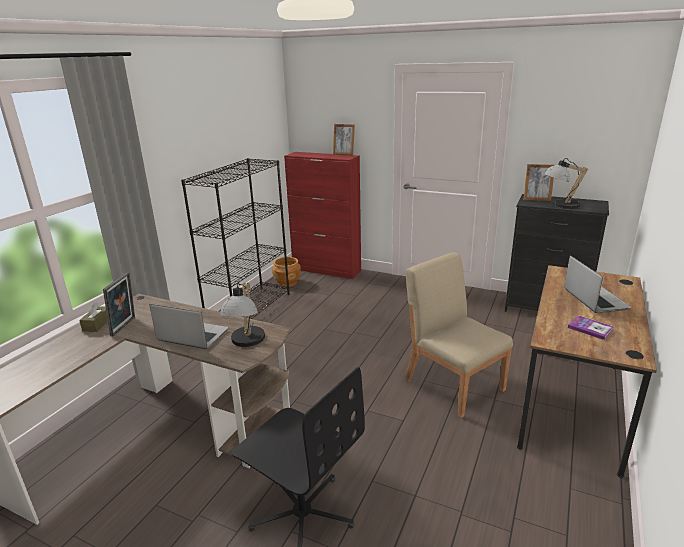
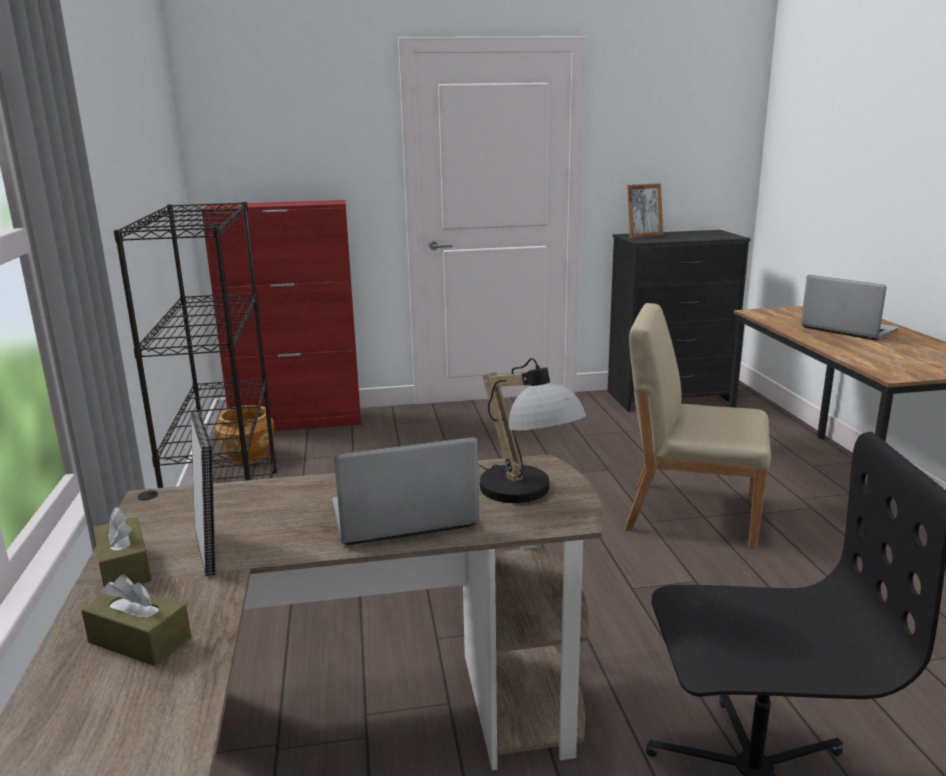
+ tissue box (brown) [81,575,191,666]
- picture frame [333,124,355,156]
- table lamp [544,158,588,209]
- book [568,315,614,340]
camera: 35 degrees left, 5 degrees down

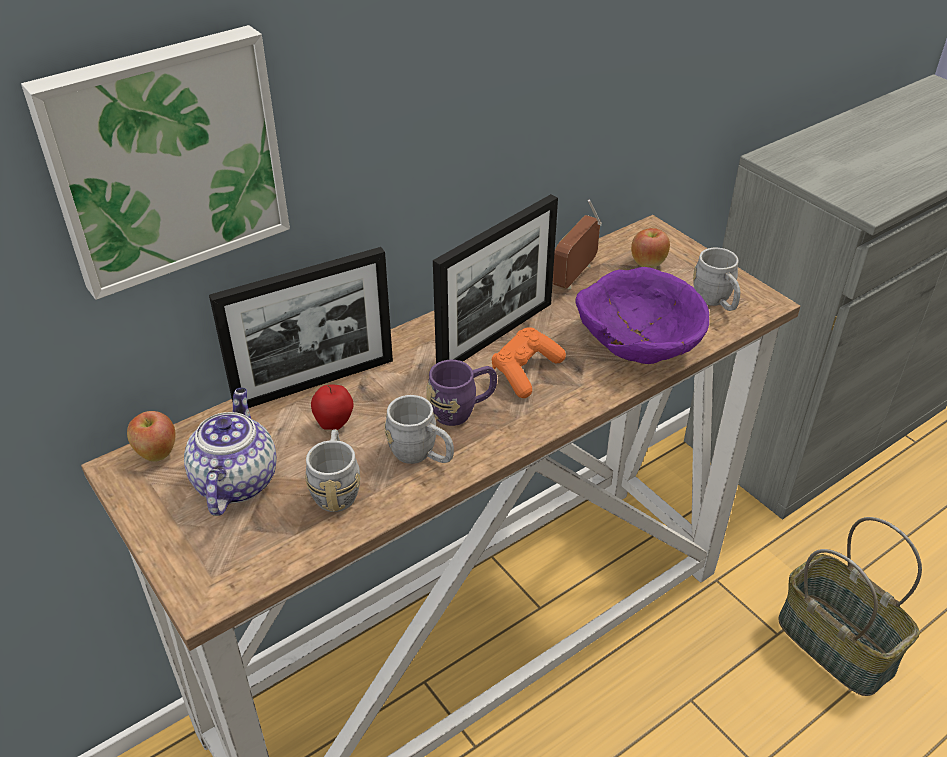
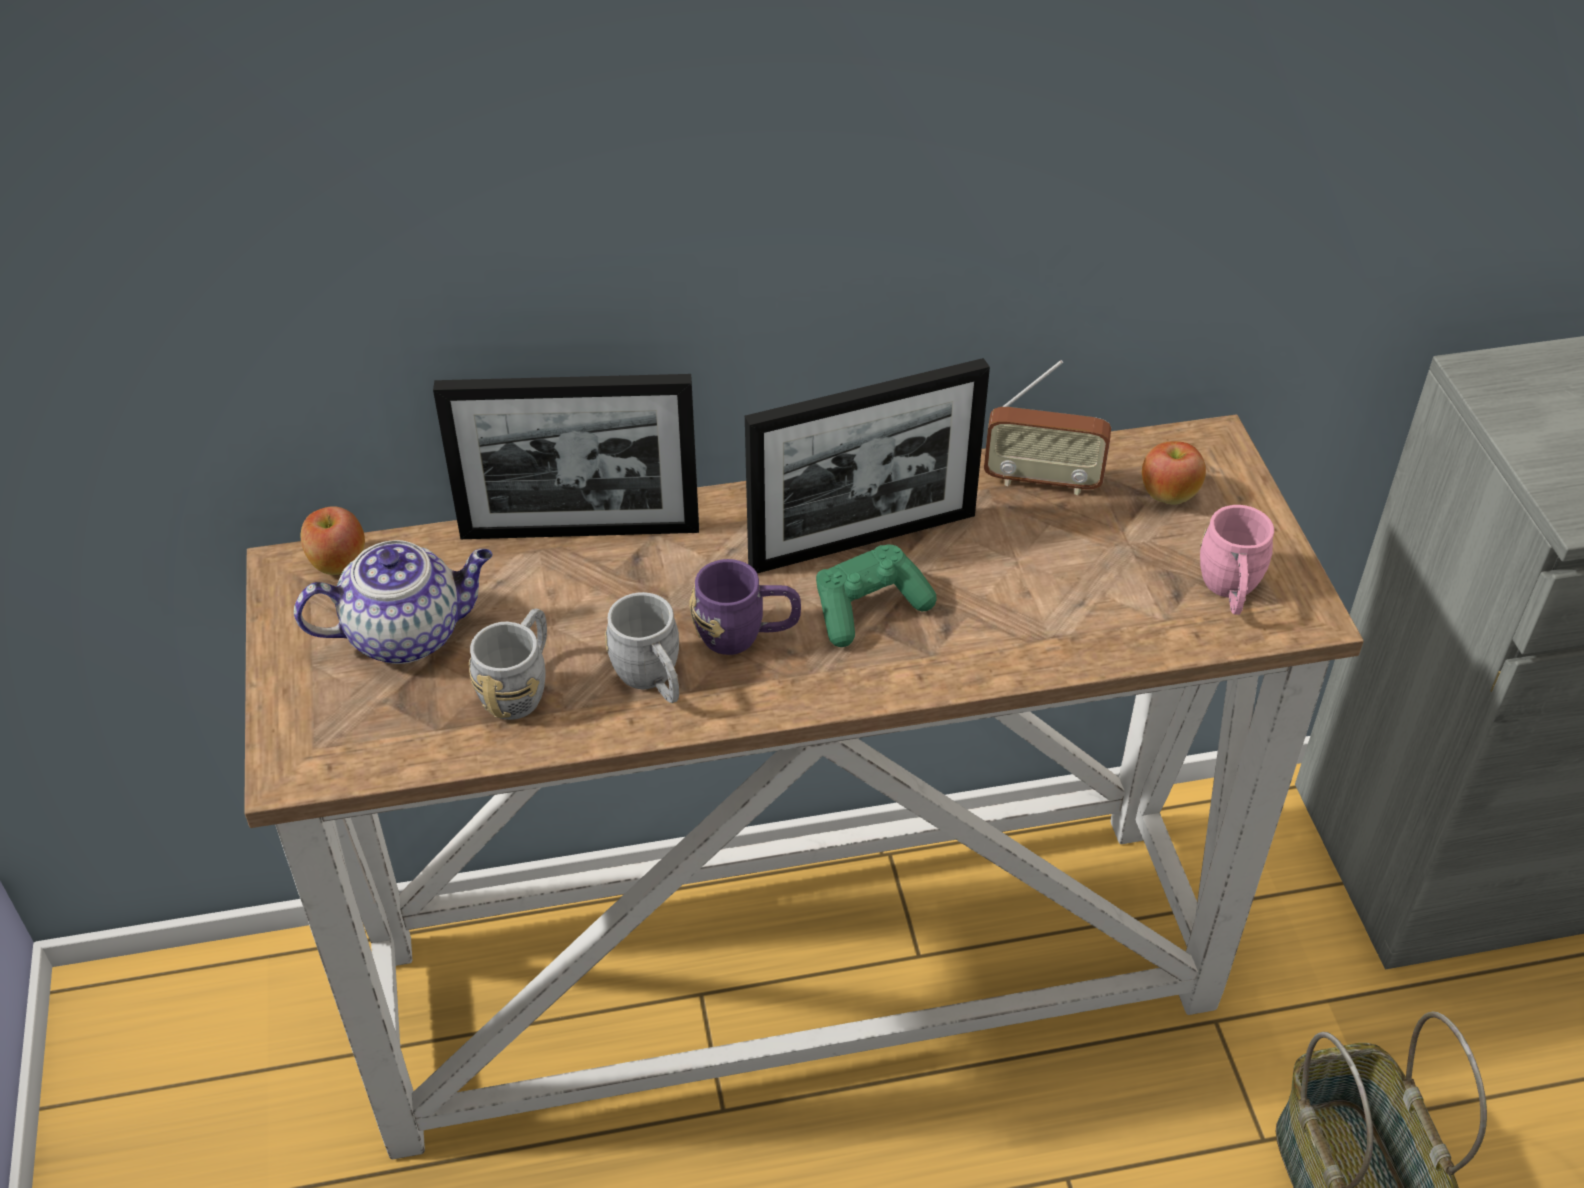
~ teapot [184,388,277,516] = [294,540,493,664] 45 degrees clockwise
~ game controller (orange) [492,327,566,398] to game controller (green) [816,545,937,647]
~ radio [553,199,602,289] = [984,360,1111,496] 135 degrees counterclockwise
~ mug (grey) [693,248,740,311] to mug (pink) [1200,505,1274,615]
- picture [21,25,290,300]
- apple [311,385,353,430]
- bowl (purple) [576,267,709,364]
camera: 25 degrees right, 5 degrees up

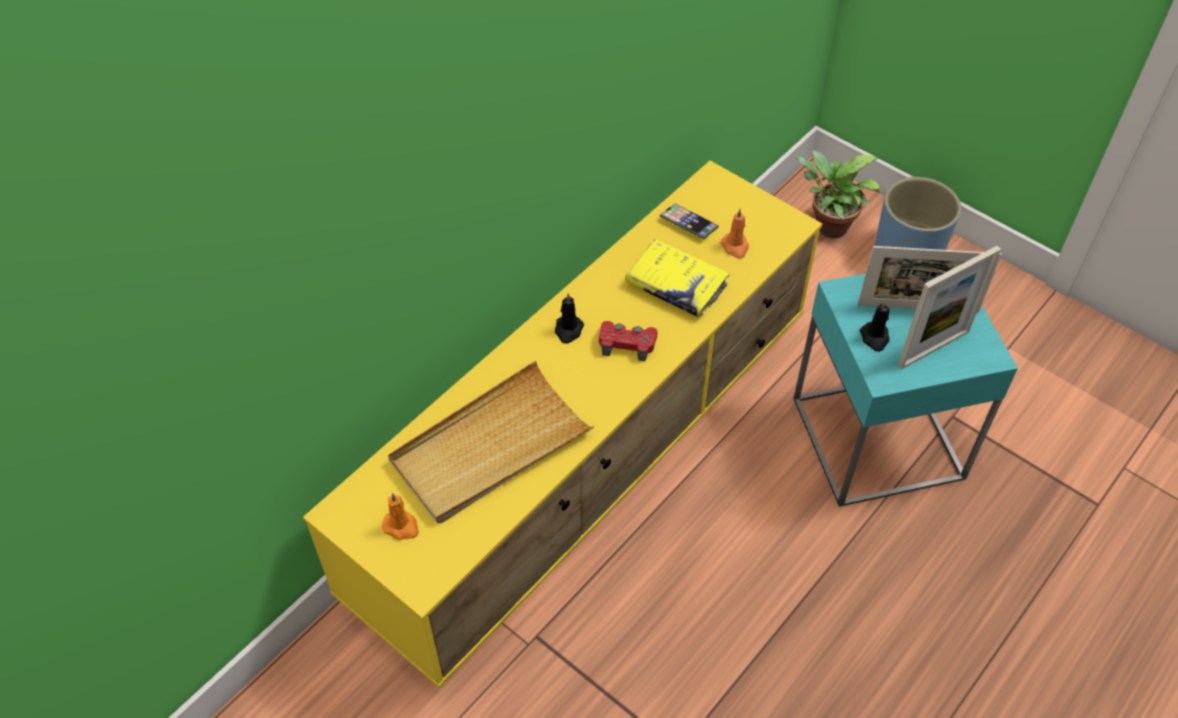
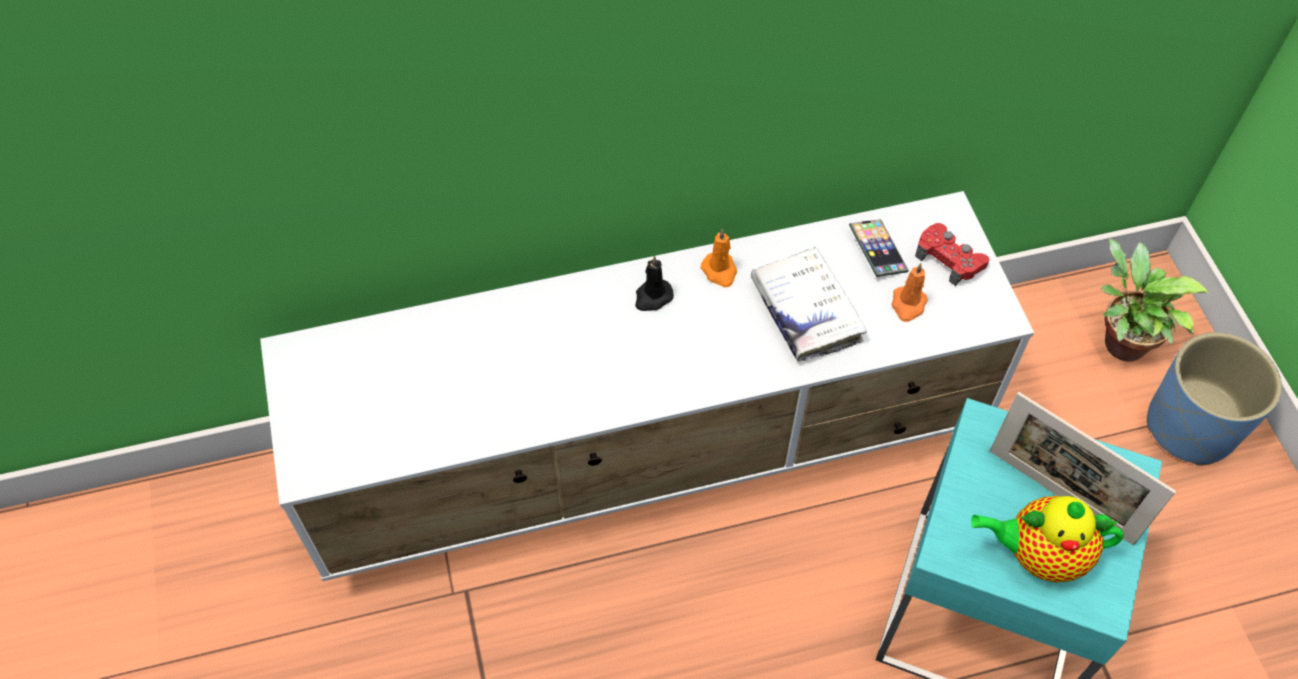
~ tv stand (yellow) [303,161,822,688] to tv stand (white) [260,191,1034,581]
~ candle (orange) [382,493,419,540] to [700,229,737,287]
~ book (yellow) [625,239,730,318] to book (white) [751,247,867,361]
~ game controller (red) [599,321,658,361] to [915,223,990,286]
~ picture frame [898,246,1001,369] to teapot [971,496,1124,583]
- tray (beige) [388,361,595,524]
- candle (black) [860,300,890,352]
camera: 35 degrees right, 5 degrees up

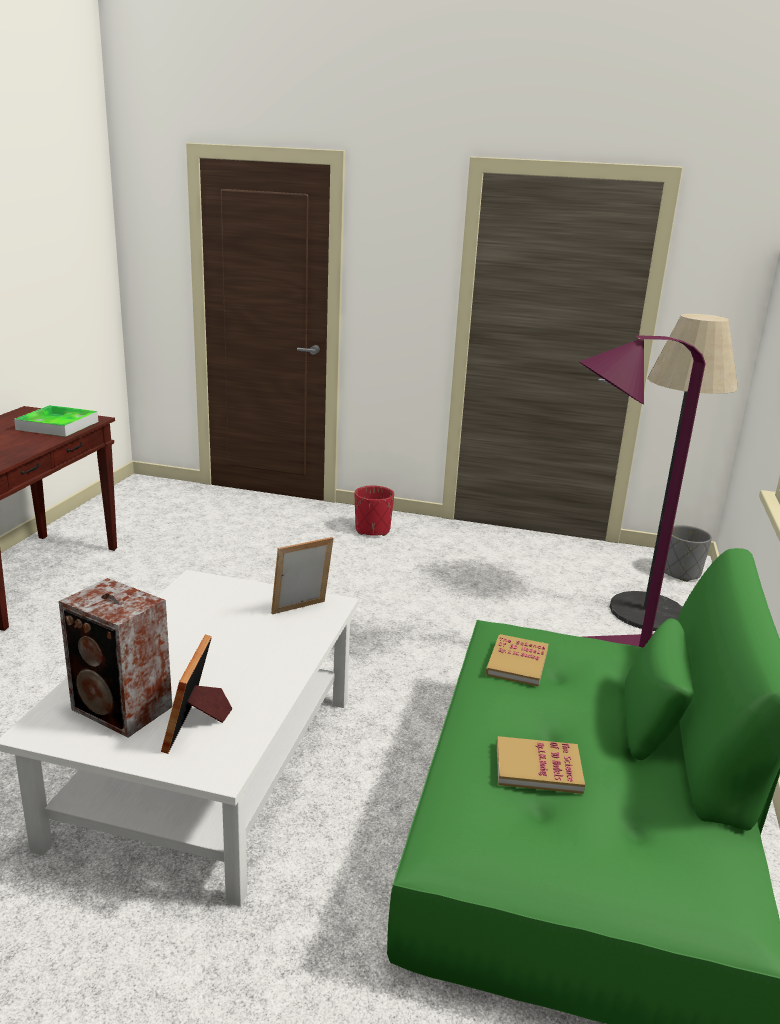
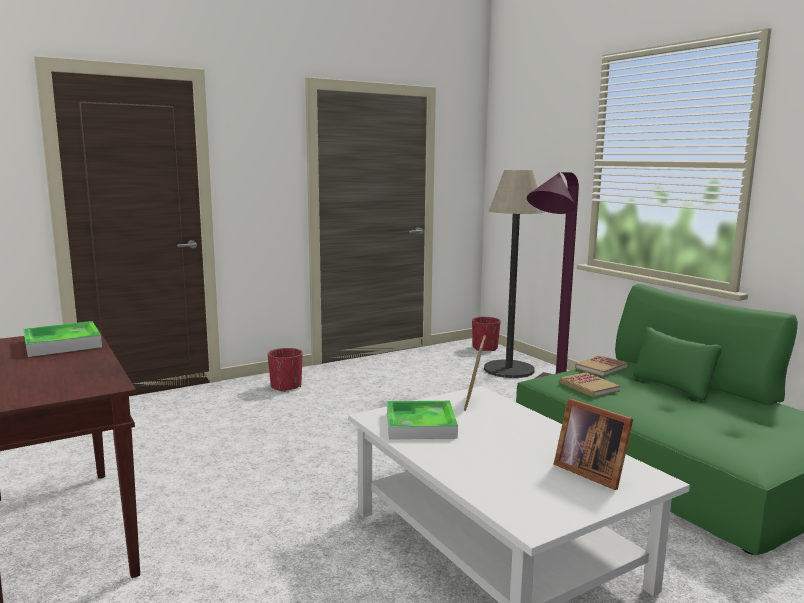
+ tray [387,401,458,439]
~ planter (grey) [664,525,712,582] to planter (red) [472,317,501,351]
~ book [497,736,585,794] to [575,356,627,377]
- speaker [59,578,172,737]
camera: 45 degrees left, 10 degrees down

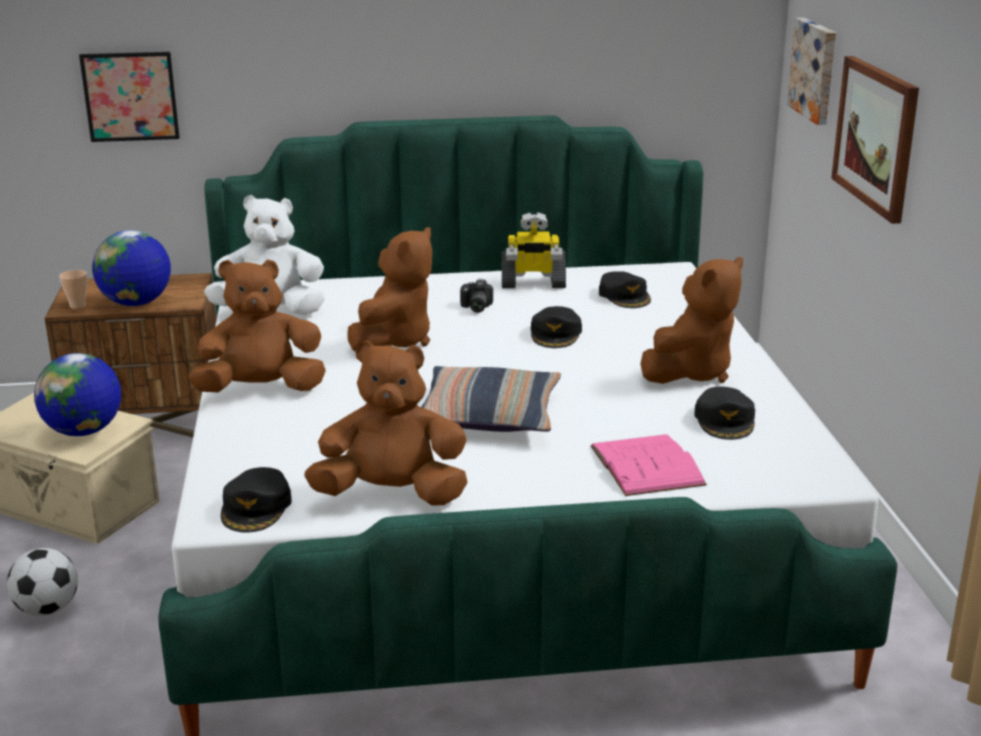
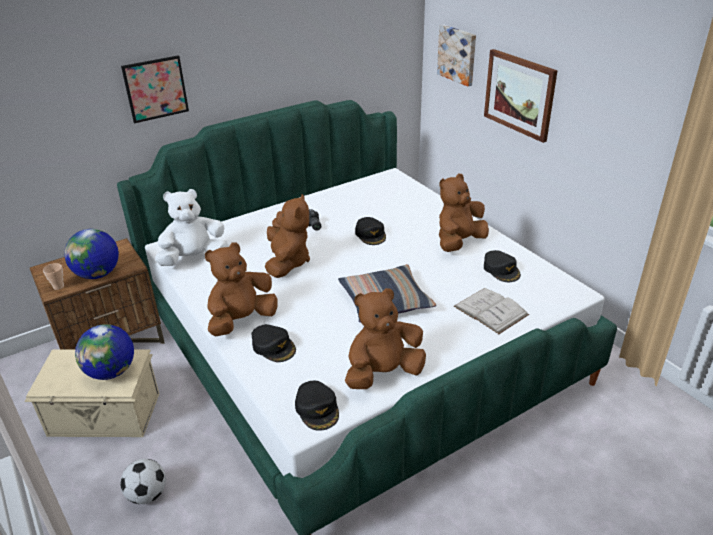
~ picture [79,52,180,142] to [121,55,189,123]
~ cap (black) [599,271,651,308] to [252,324,296,362]
~ plush toy (brown) [640,257,743,384] = [439,174,489,252] 150 degrees counterclockwise
~ book (pink) [590,434,707,496] to book (white) [454,288,529,334]
- toy robot [502,212,566,288]
camera: 25 degrees left, 10 degrees up

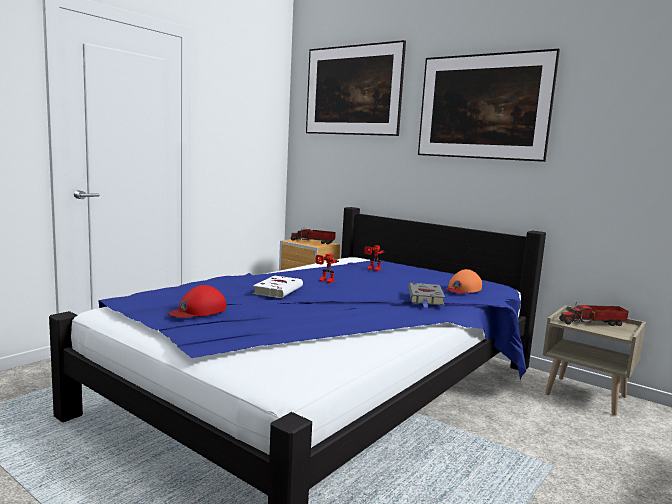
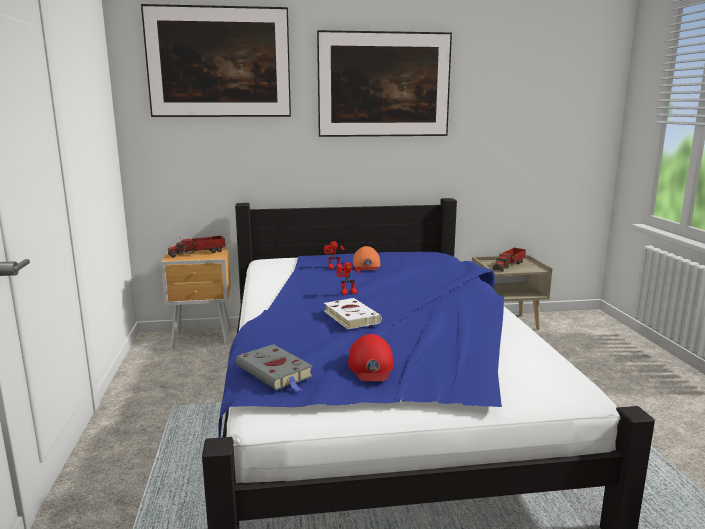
~ book (grey) [408,283,445,307] to [236,344,313,392]
~ cap (orange) [445,269,482,294] to [353,246,380,270]
camera: 45 degrees left, 5 degrees up

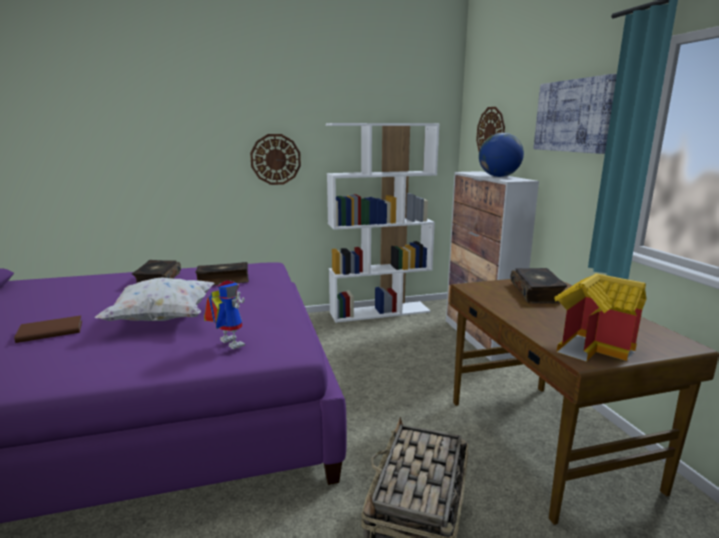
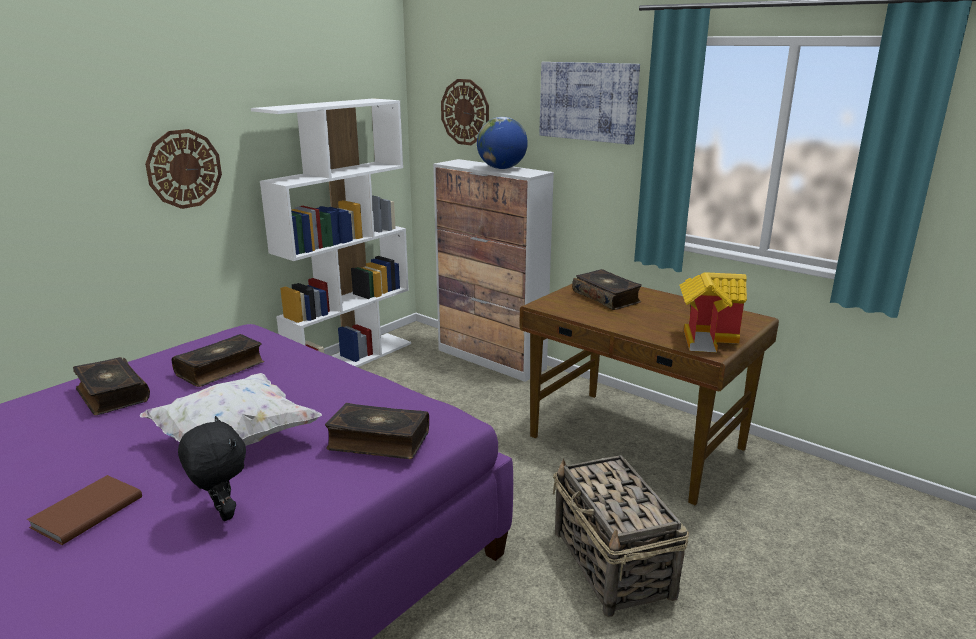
+ plush toy (black) [178,416,246,521]
~ toy robot [204,280,245,349] to book [325,403,429,459]
camera: 35 degrees left, 5 degrees up

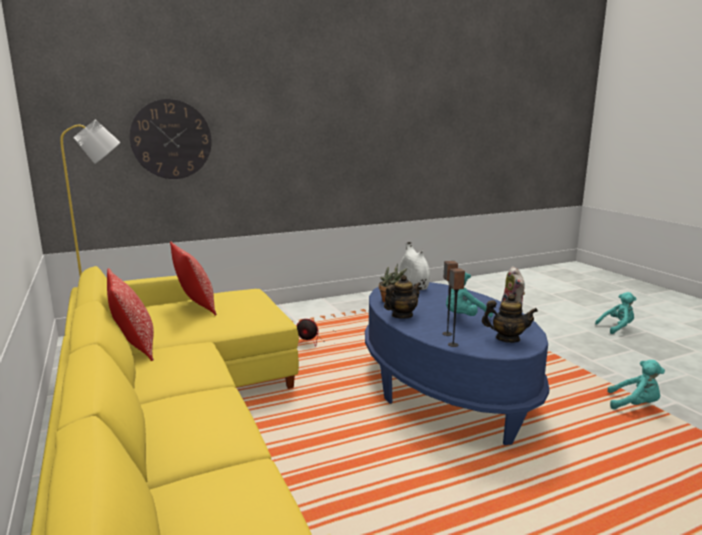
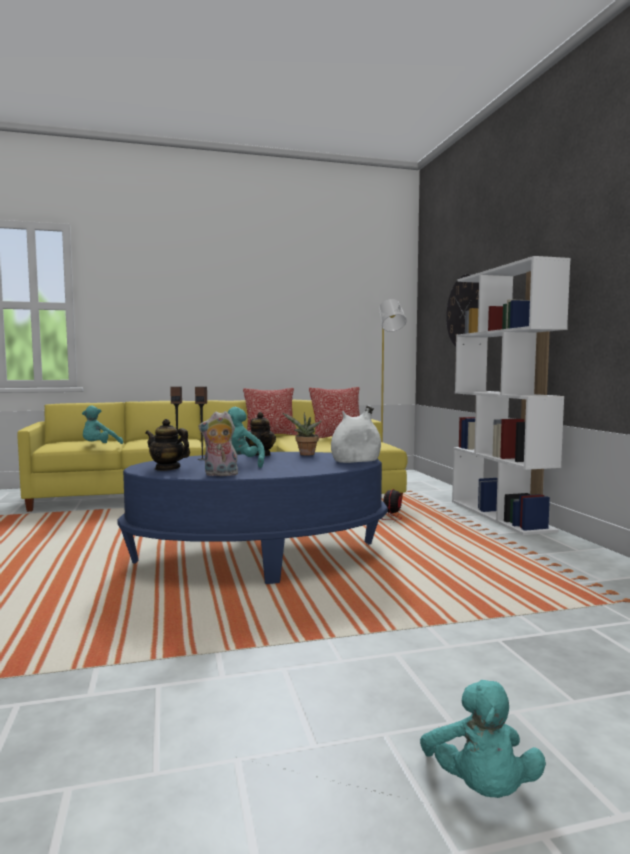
~ plush toy (turquoise) [607,360,665,409] to [82,406,123,444]
~ teapot [482,294,538,343] = [145,419,190,471] 90 degrees clockwise
+ bookcase (white) [452,256,571,535]
camera: 100 degrees right, 10 degrees down

